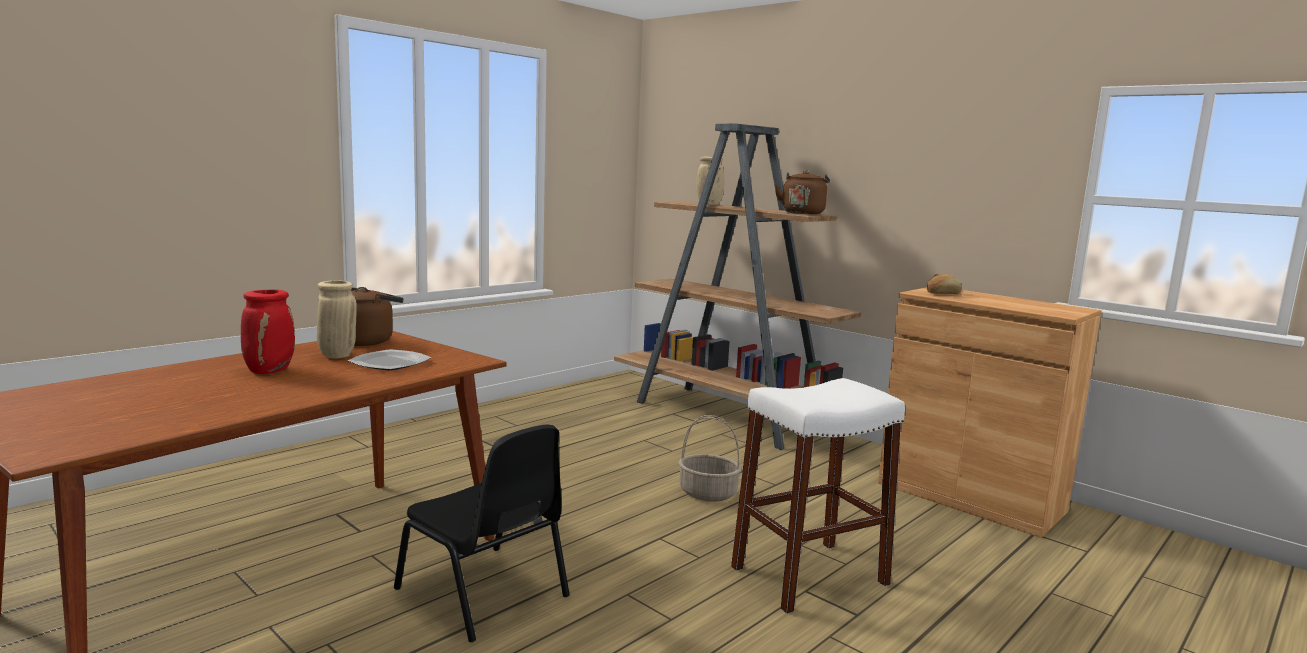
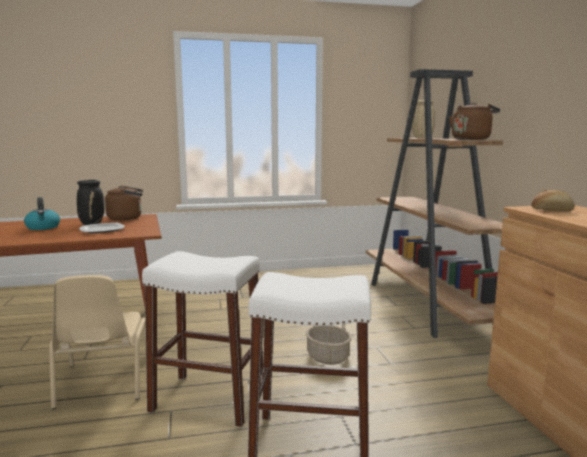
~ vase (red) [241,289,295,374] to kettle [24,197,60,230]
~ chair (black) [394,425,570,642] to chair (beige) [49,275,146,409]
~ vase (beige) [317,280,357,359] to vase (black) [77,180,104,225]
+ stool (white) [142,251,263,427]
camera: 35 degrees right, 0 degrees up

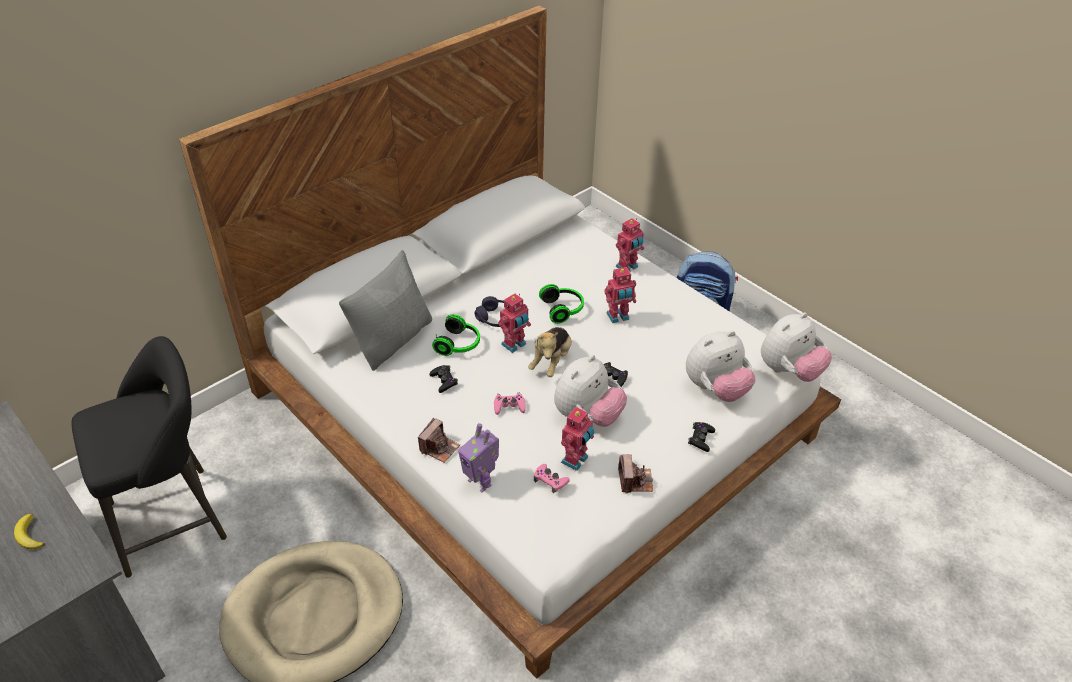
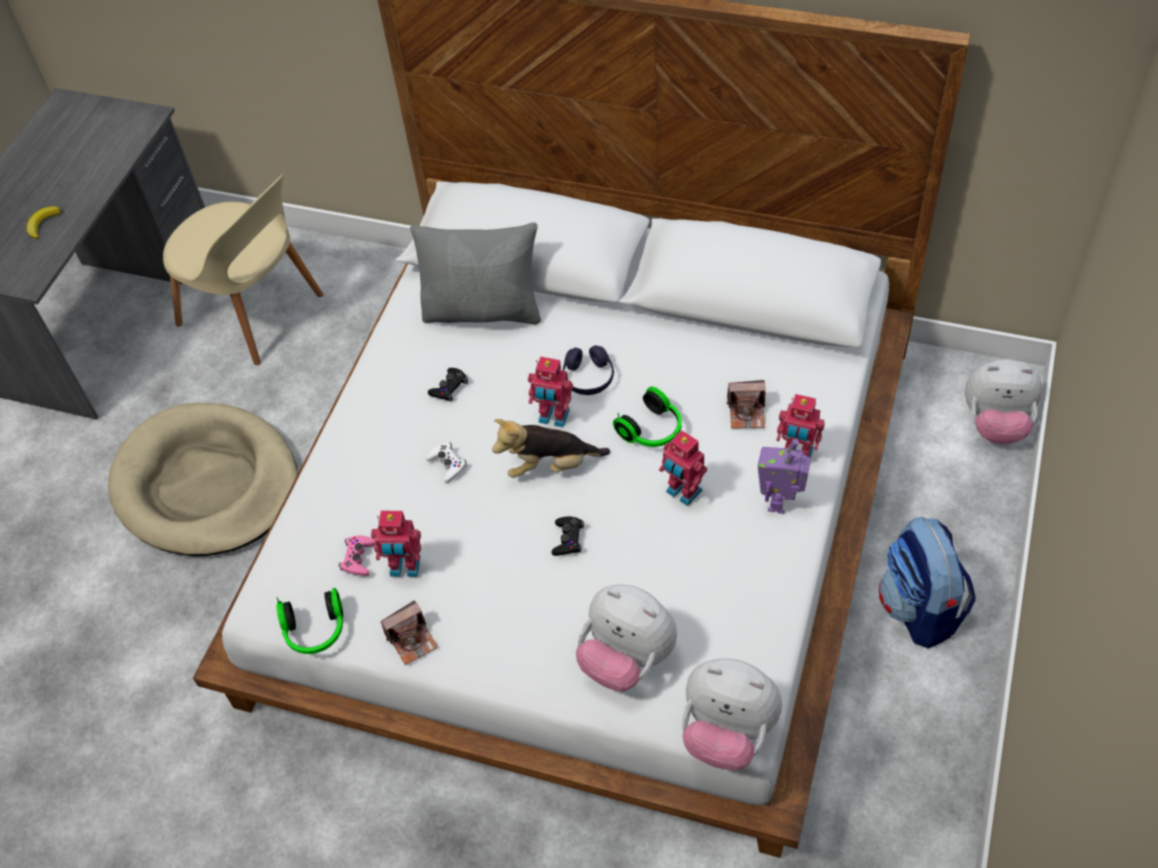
~ stool (black) [71,336,227,578] to chair (beige) [163,173,323,365]
~ headphones [432,314,480,356] to [277,588,343,654]
~ game controller (pink) [494,393,526,415] to game controller (white) [426,443,467,484]
~ photo camera [418,418,460,463] to [727,380,766,429]
~ toy robot [458,423,499,493] to [758,439,811,514]
~ plush toy [554,355,627,427] to [965,360,1043,444]
- game controller (black) [688,422,715,452]
camera: 65 degrees right, 10 degrees up

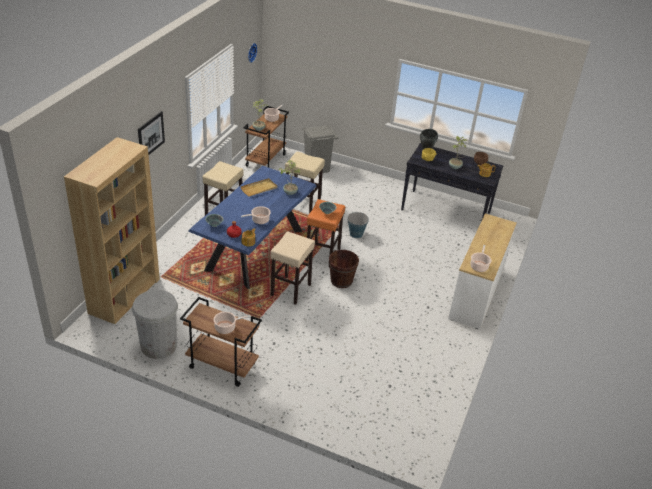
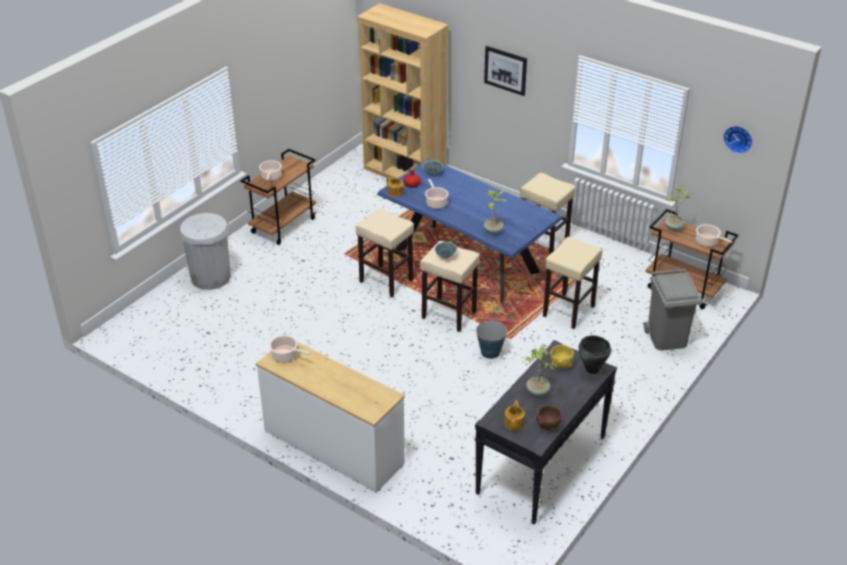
~ trash can (white) [132,290,178,359] to [179,213,231,290]
~ stool (orange) [305,199,345,267] to stool (beige) [420,241,480,332]
- tray (beige) [241,178,277,197]
- bucket (brown) [329,250,359,288]
camera: 105 degrees right, 0 degrees up

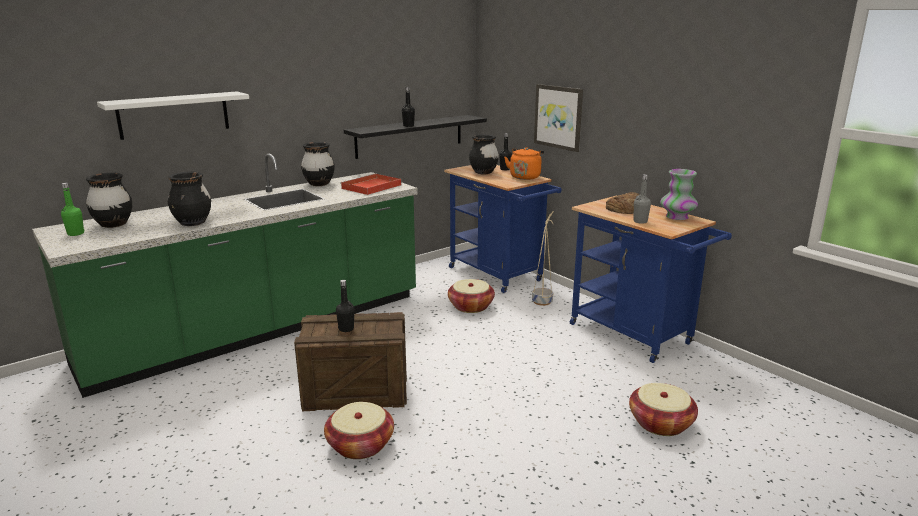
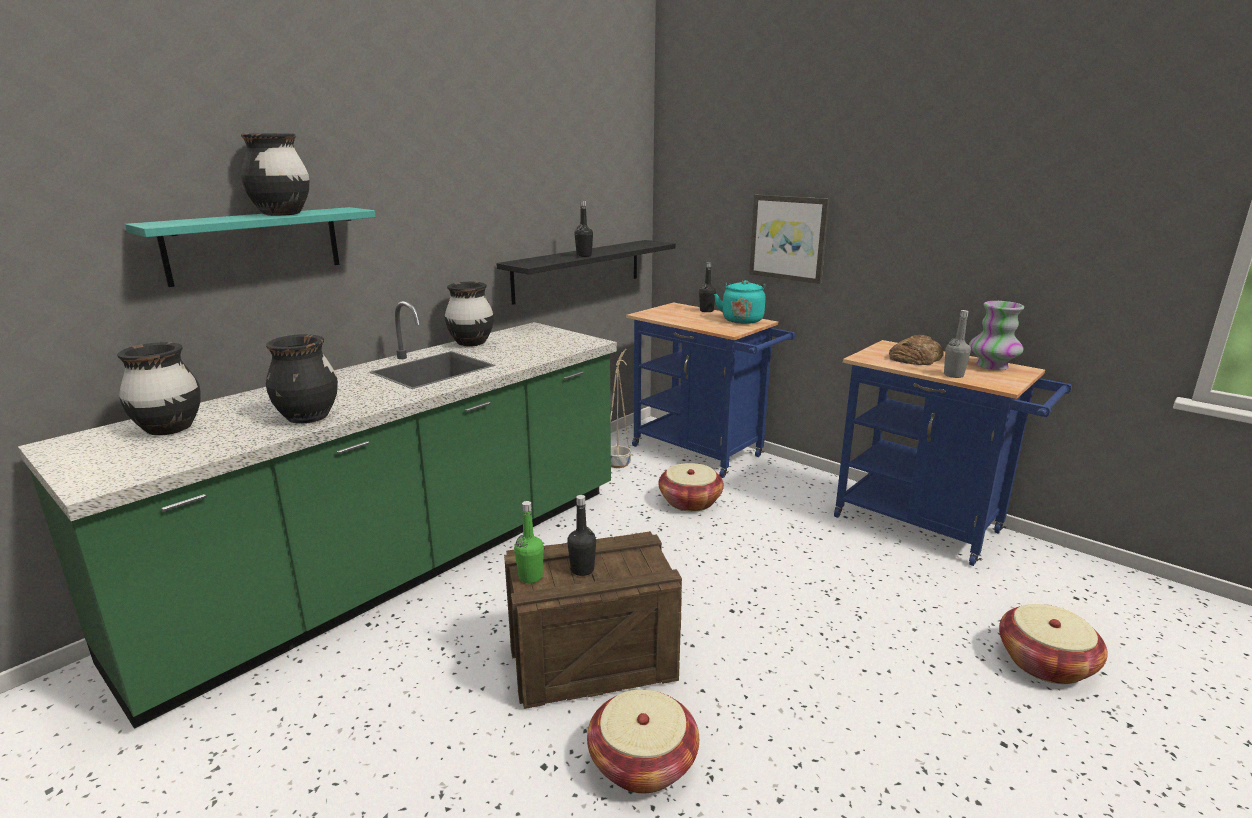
~ shelf (white) [97,92,249,140] to shelf (turquoise) [125,207,376,287]
~ vase (black) [469,134,499,174] to [241,133,309,216]
~ bottle (green) [61,183,85,236] to [514,501,544,583]
~ planter (beige) [532,211,554,306] to [611,348,631,468]
~ kettle (orange) [504,147,544,180] to kettle (turquoise) [714,280,766,324]
- tray (red) [340,173,401,195]
camera: 10 degrees left, 0 degrees up

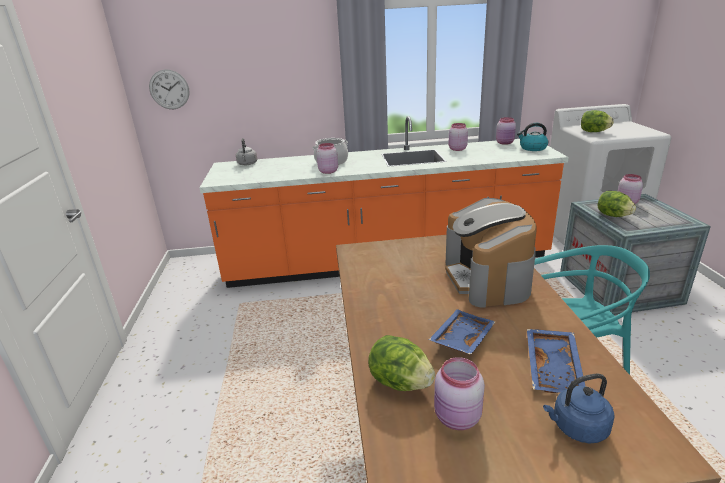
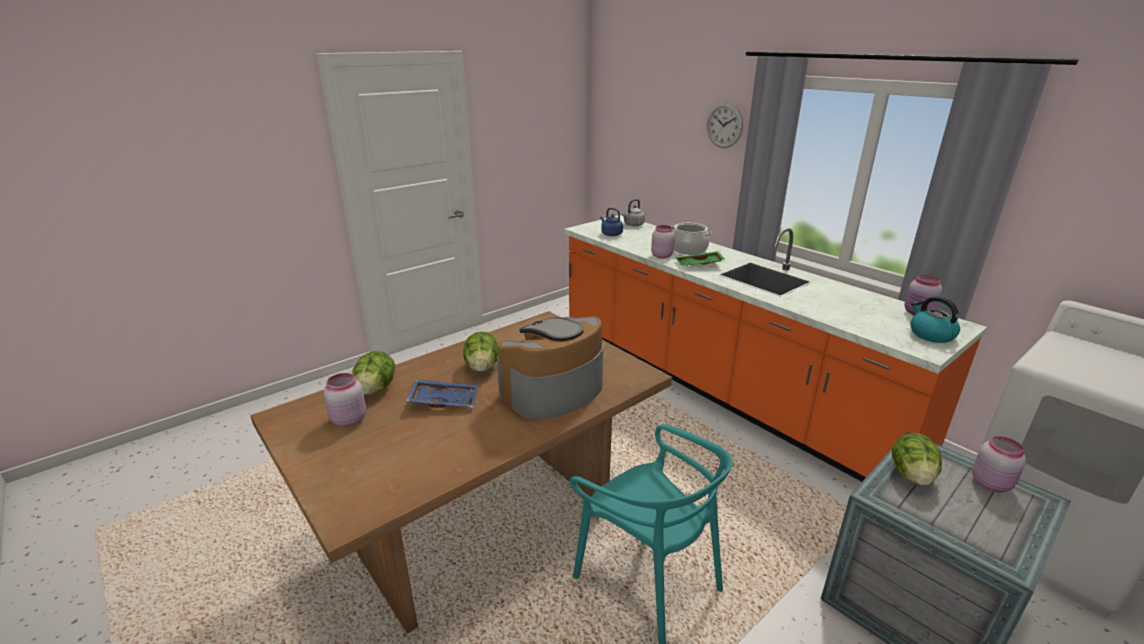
~ lettuce [581,110,614,132] to [463,331,498,372]
~ kettle (blue) [543,374,615,443] to [600,208,623,236]
+ tray (green) [675,251,725,266]
~ wall clock [149,69,190,109] to [707,102,743,148]
- jar (pink) [449,123,468,151]
- tray (blue) [527,329,585,393]
camera: 55 degrees right, 0 degrees up

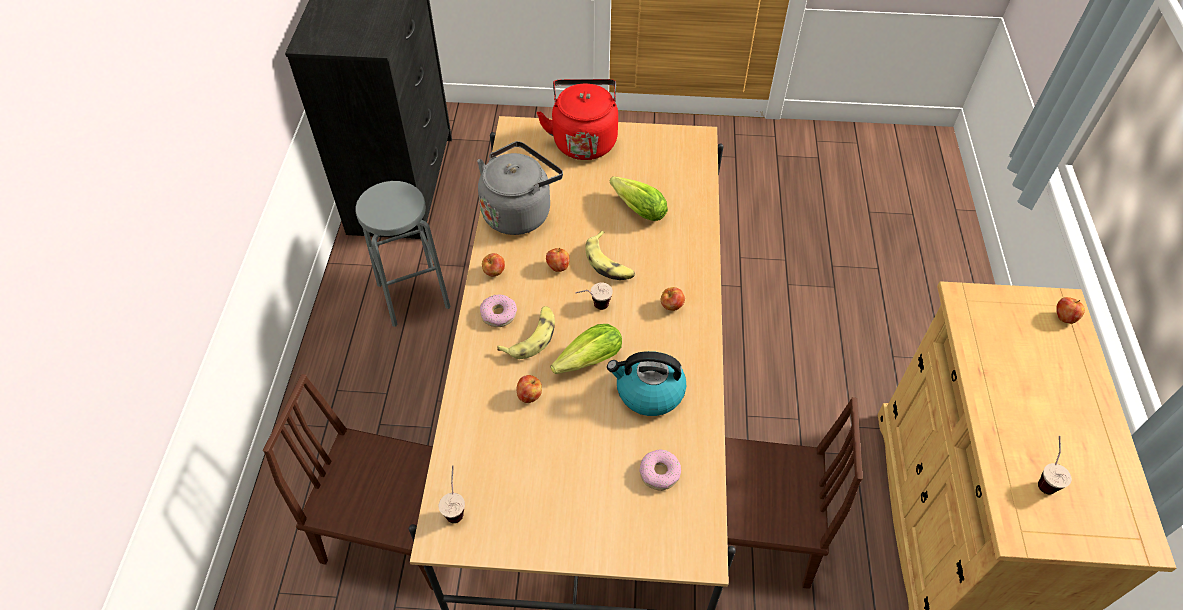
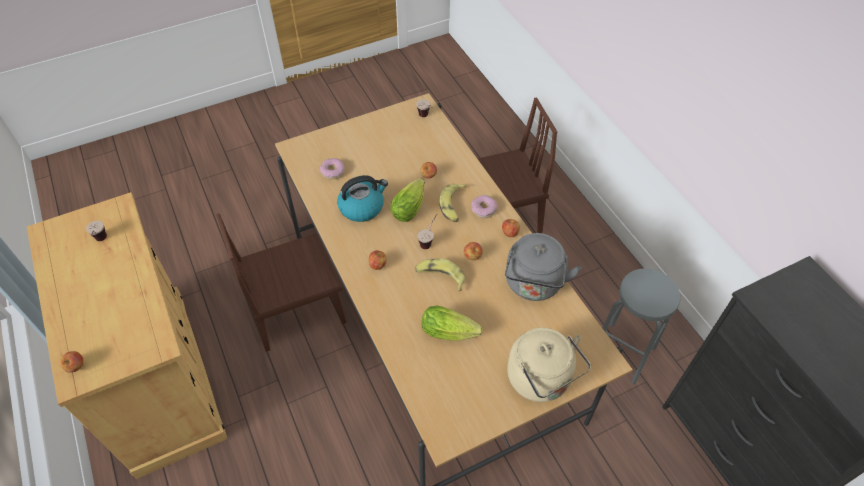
~ kettle (red) [537,79,618,160] to kettle (beige) [507,328,591,402]
camera: 150 degrees right, 0 degrees up

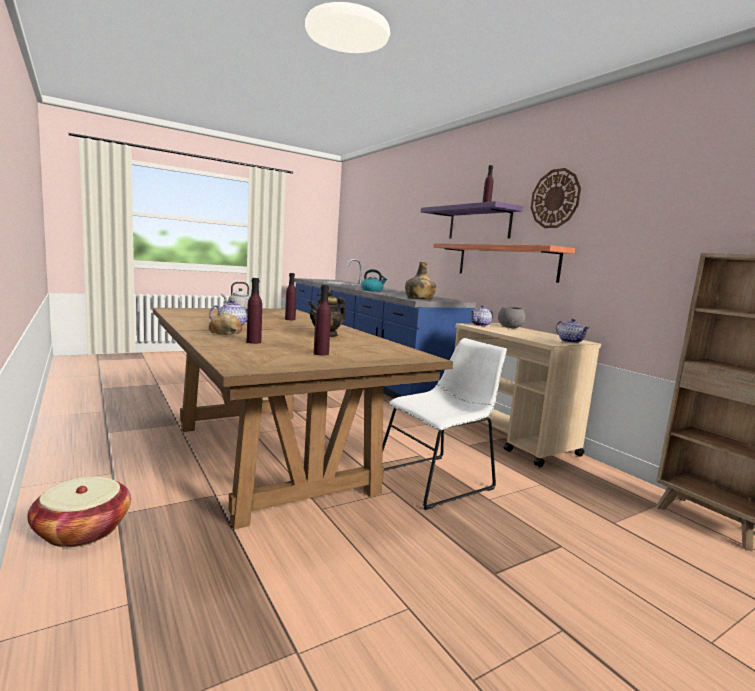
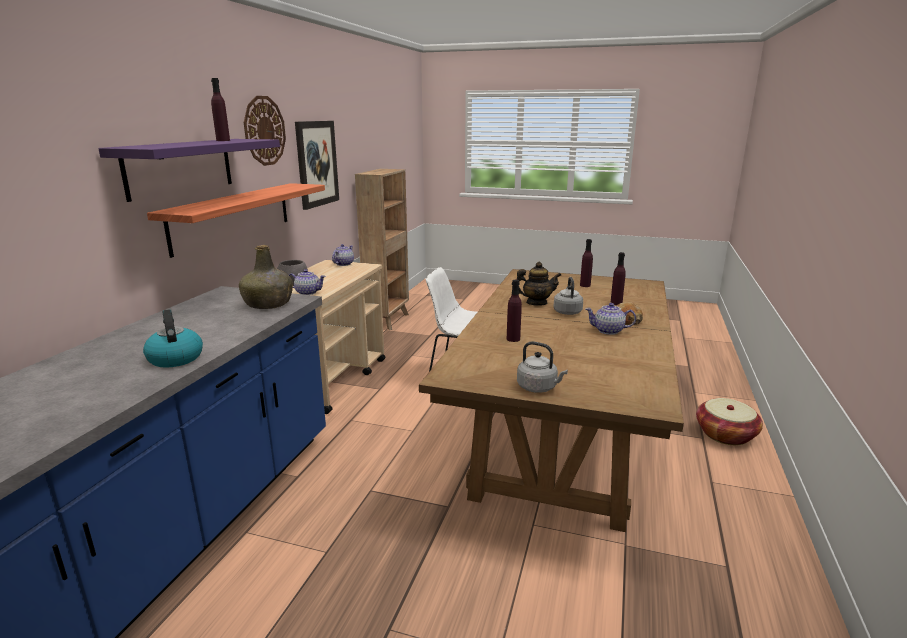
+ picture [295,121,339,210]
+ kettle (grey) [553,277,583,315]
camera: 130 degrees left, 10 degrees up

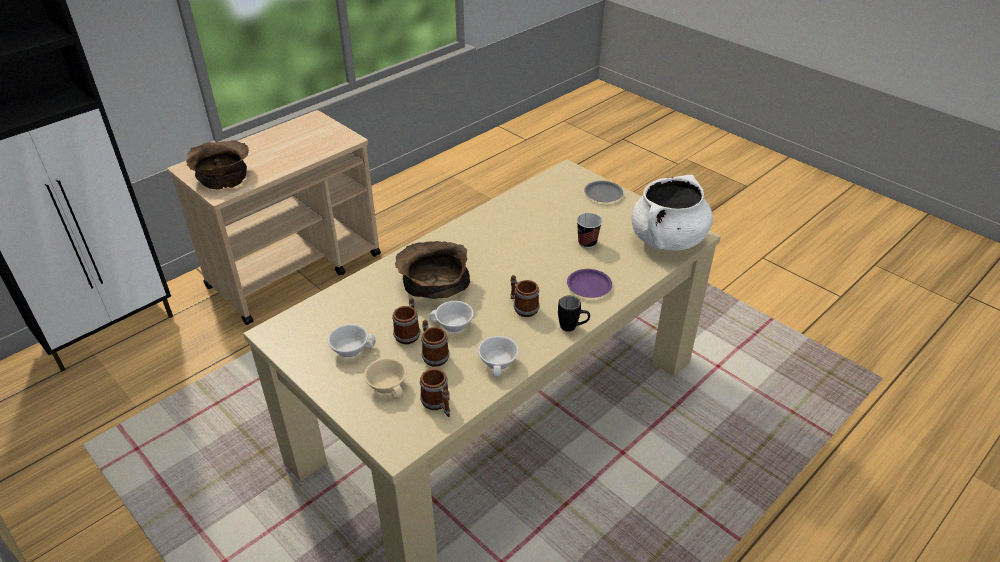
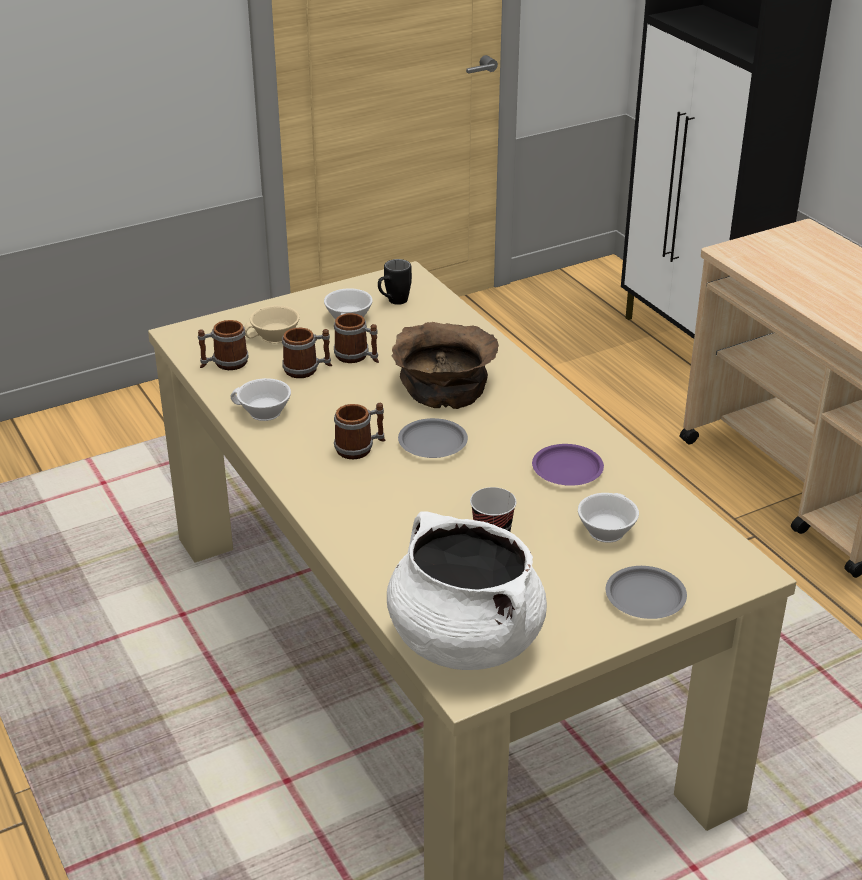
~ mug (black) [558,296,590,332] to [378,259,412,305]
+ plate (grey) [398,418,468,458]
~ plate (purple) [567,269,612,298] to [532,444,604,486]
~ cup (white) [429,301,474,333] to [578,493,639,543]
- bowl (brown) [186,140,249,190]
camera: 105 degrees right, 5 degrees down

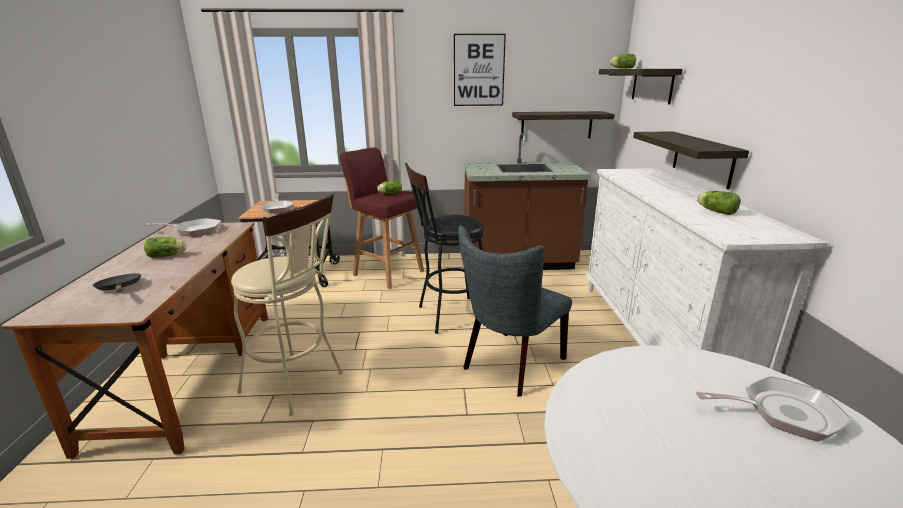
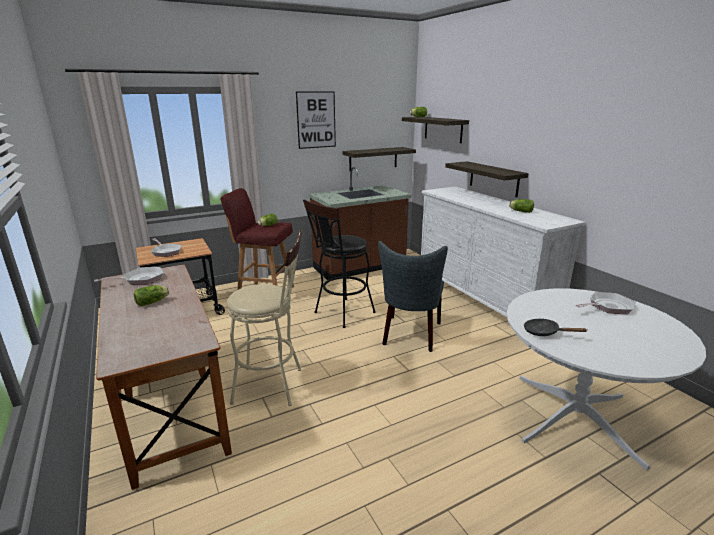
~ frying pan (black) [93,273,141,292] to [524,319,587,336]
camera: 25 degrees left, 0 degrees up

